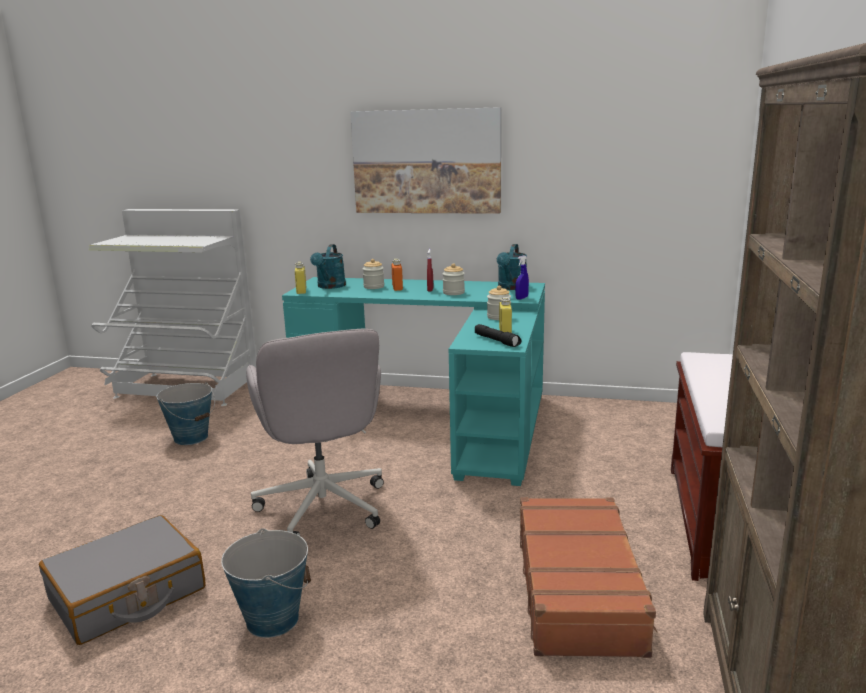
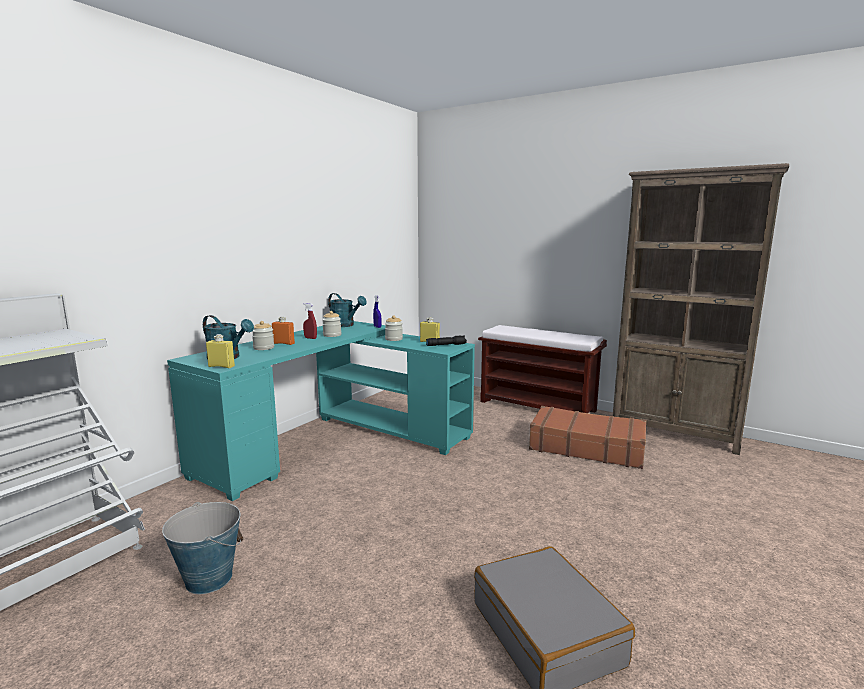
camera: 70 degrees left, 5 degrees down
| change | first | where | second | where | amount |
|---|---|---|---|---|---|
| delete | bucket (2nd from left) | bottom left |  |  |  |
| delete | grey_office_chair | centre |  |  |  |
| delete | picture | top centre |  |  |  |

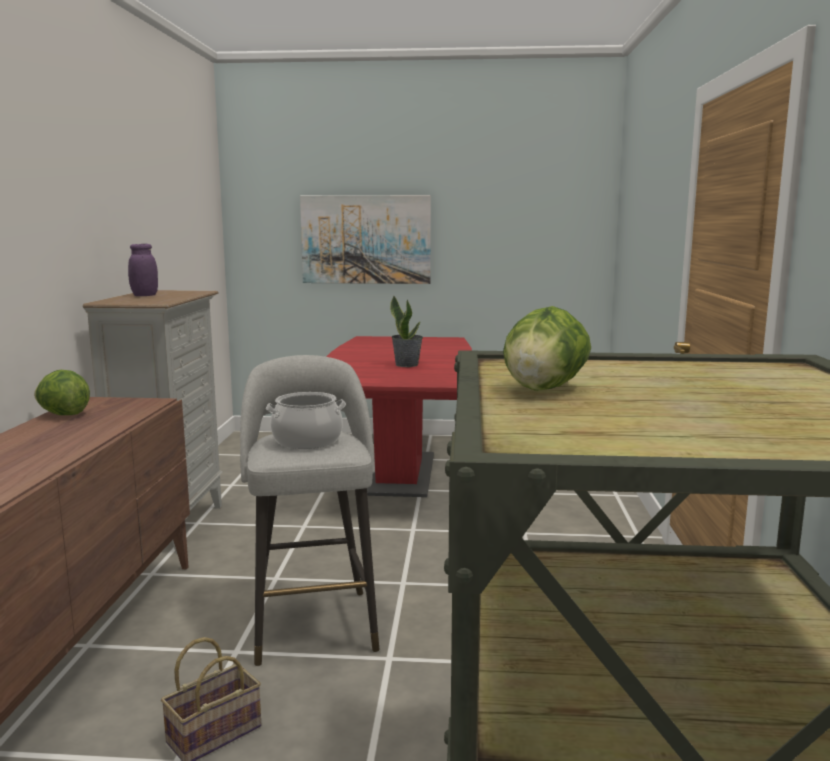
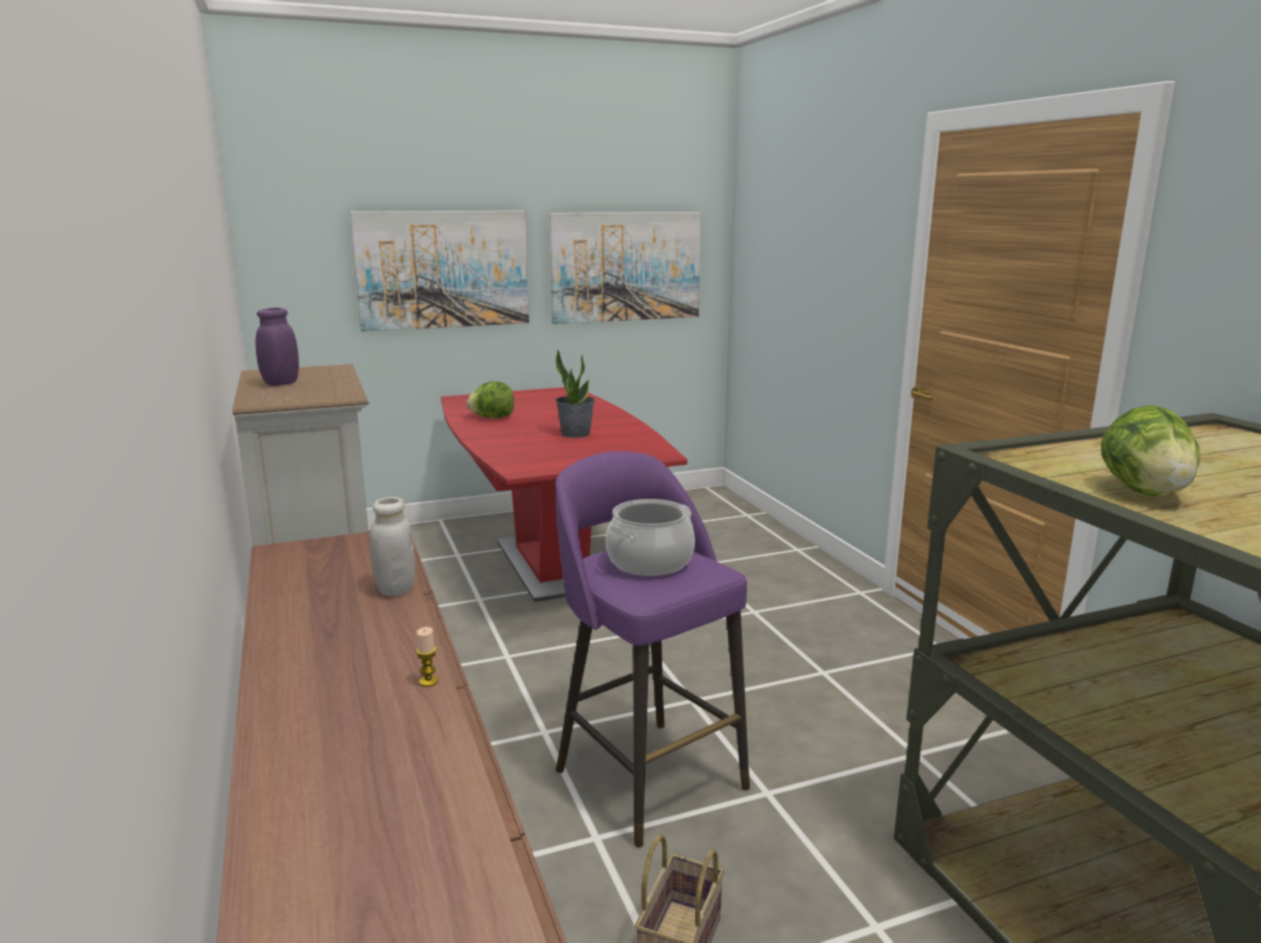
camera: 25 degrees left, 5 degrees up
| change | first | where | second | where | amount |
|---|---|---|---|---|---|
| move | lettuce (1st from left) | middle left |  | centre |  |
| recolor | grey_stool | bottom centre | purple_stool | bottom centre |  |
| insert |  |  | white_jar | middle left |  |
| insert |  |  | candle | bottom centre |  |
| insert |  |  | picture (2nd from left) | top centre |  |

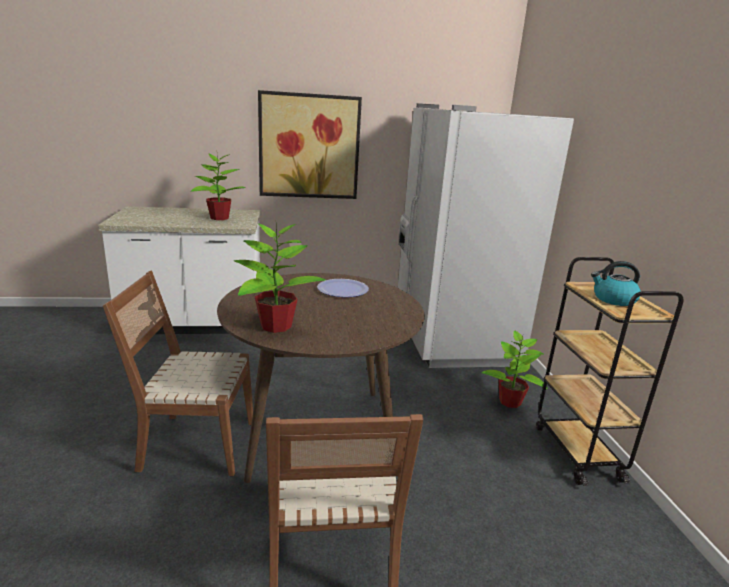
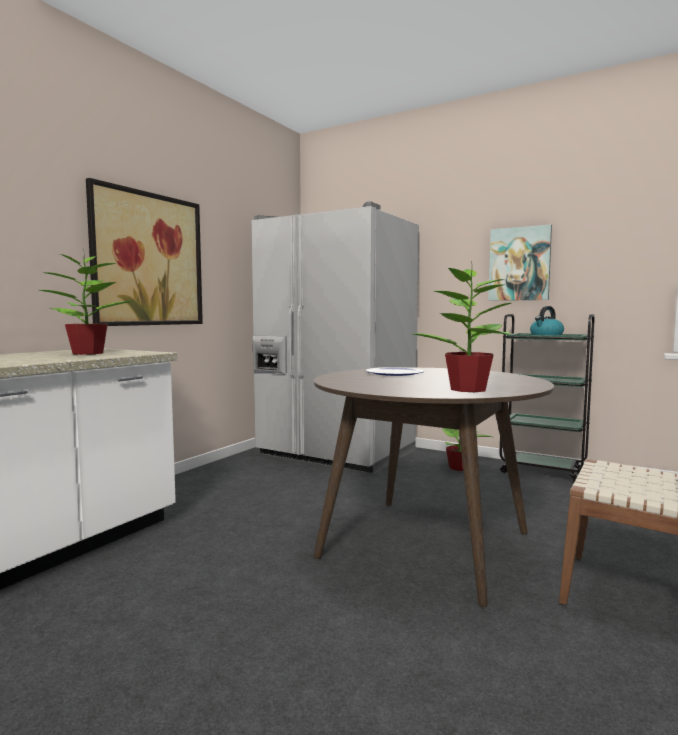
camera: 50 degrees left, 15 degrees down
| change | first | where | second | where | amount |
|---|---|---|---|---|---|
| delete | chair (1st from left) | middle left |  |  |  |
| recolor | brown_cart | middle right | green_cart | middle right |  |
| insert |  |  | picture (2nd from left) | middle right |  |

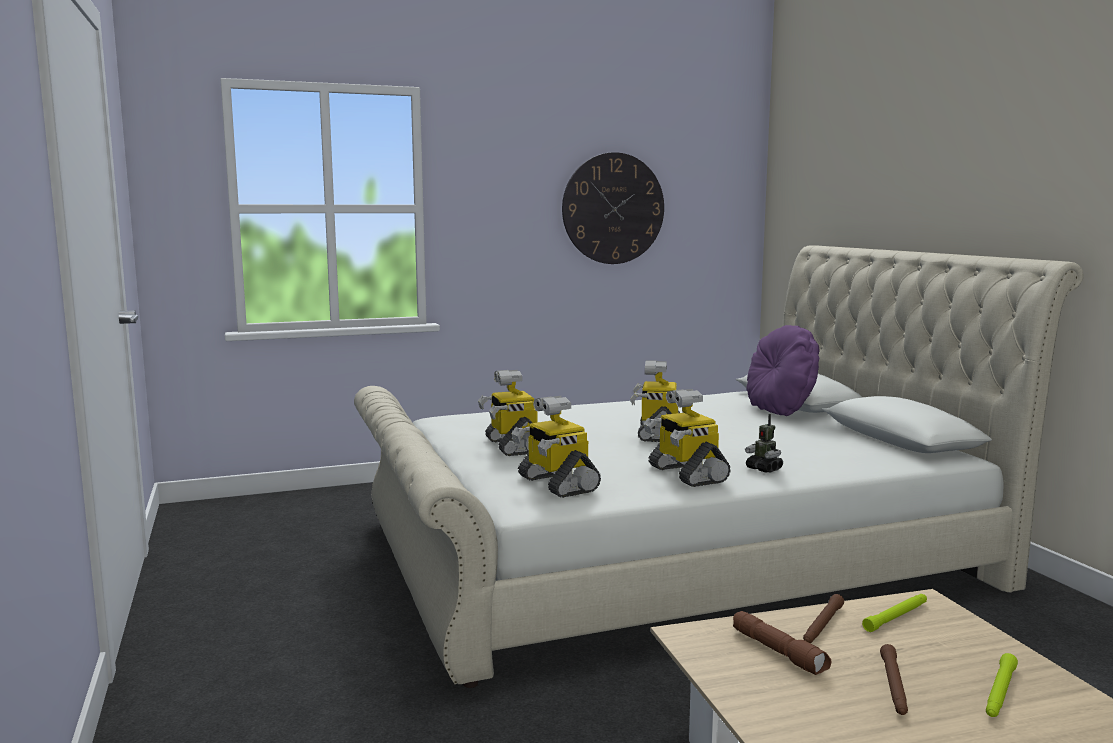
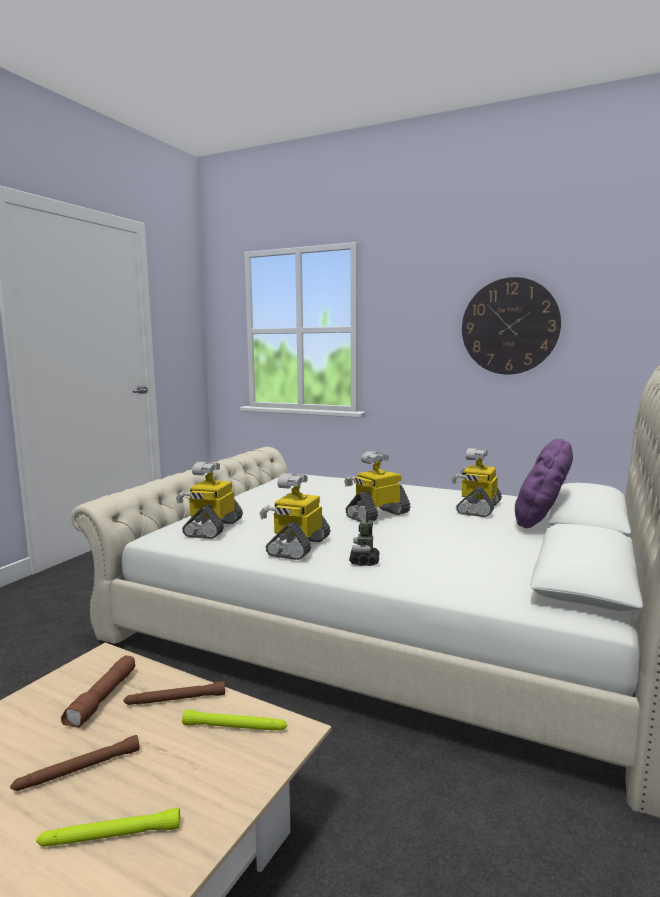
camera: 45 degrees right, 0 degrees up
| change | first | where | second | where | amount |
|---|---|---|---|---|---|
| move | toy_robot (1st from left in the first image) | centre | toy_robot (5th from left) | middle right |  |

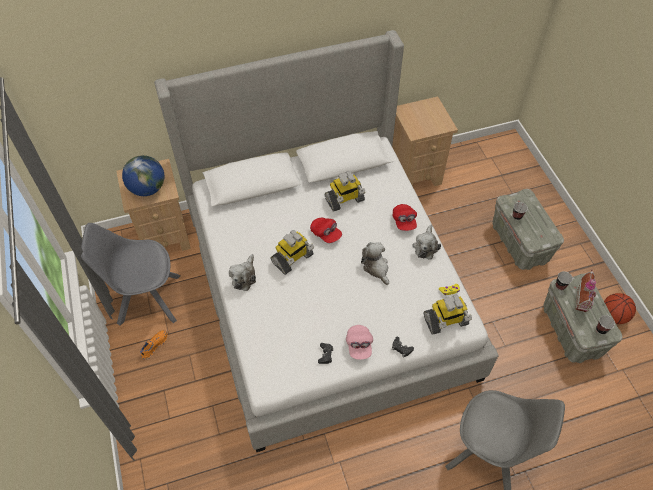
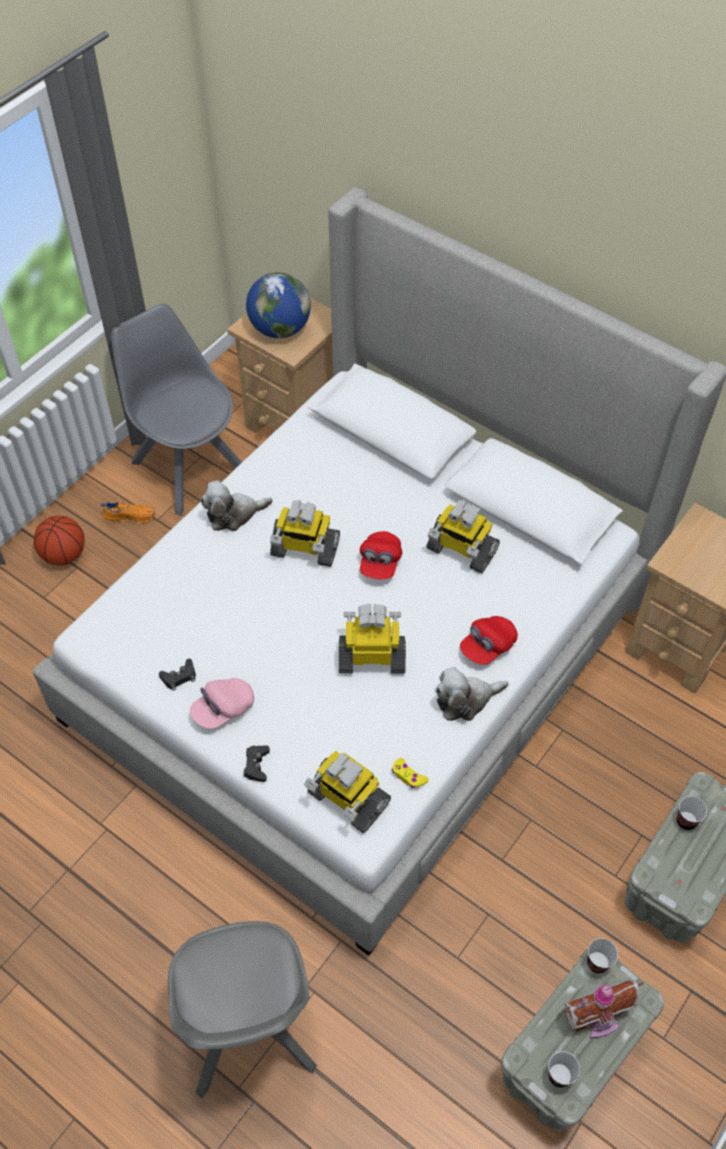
camera: 55 degrees right, 0 degrees up
| change | first | where | second | where | amount |
|---|---|---|---|---|---|
| replace | plush_toy (2nd from left) | centre | toy_robot (3rd from left) | centre |  |
| move | basketball | middle right |  | middle left |  |

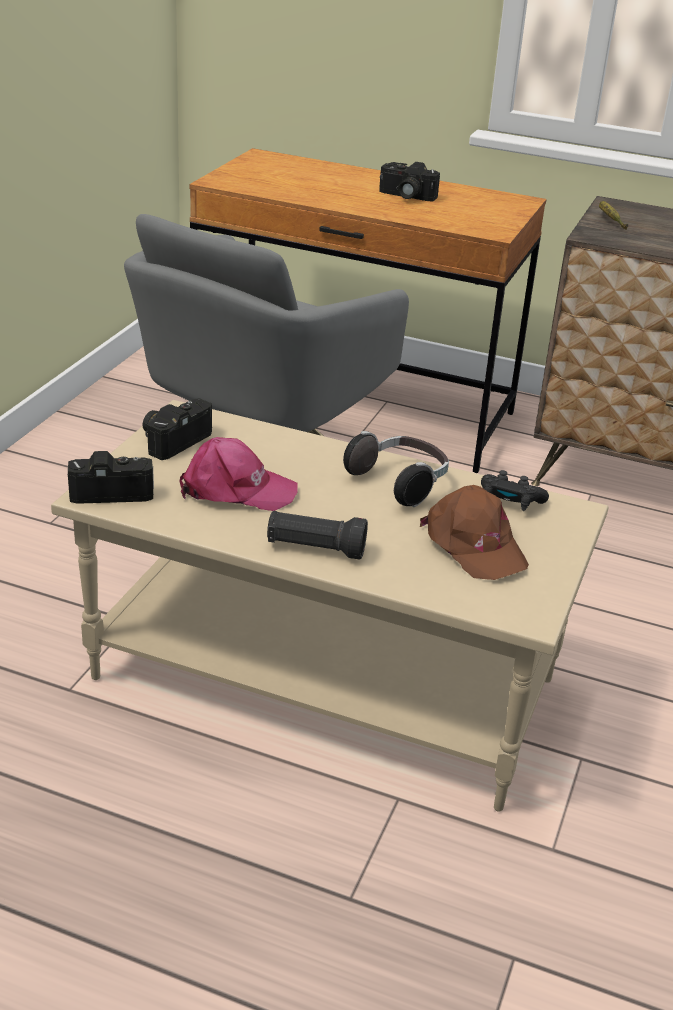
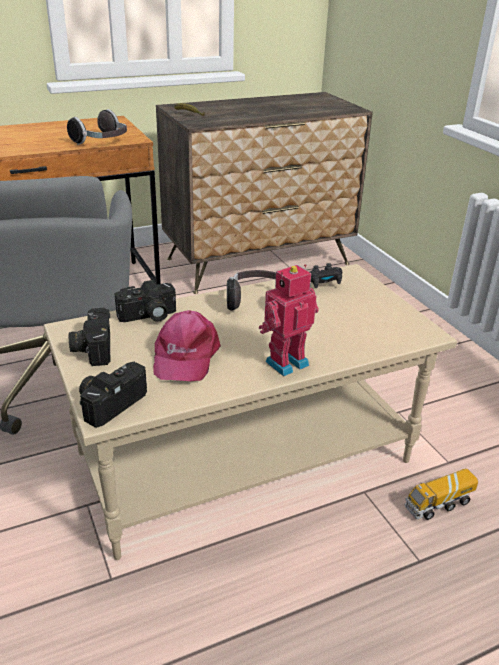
camera: 45 degrees left, 0 degrees up
| change | first | where | second | where | amount |
|---|---|---|---|---|---|
| rotate | pink_cap | centre |  | centre | 135 degrees clockwise |
| replace | black_flashlight | centre | toy_robot | centre |  |
| move | photo_camera (3rd from left) | top centre |  | middle left |  |
| delete | brown_cap | middle right |  |  |  |
| insert |  |  | headphones (1st from left) | top left |  |
| insert |  |  | toy_truck | bottom right |  |

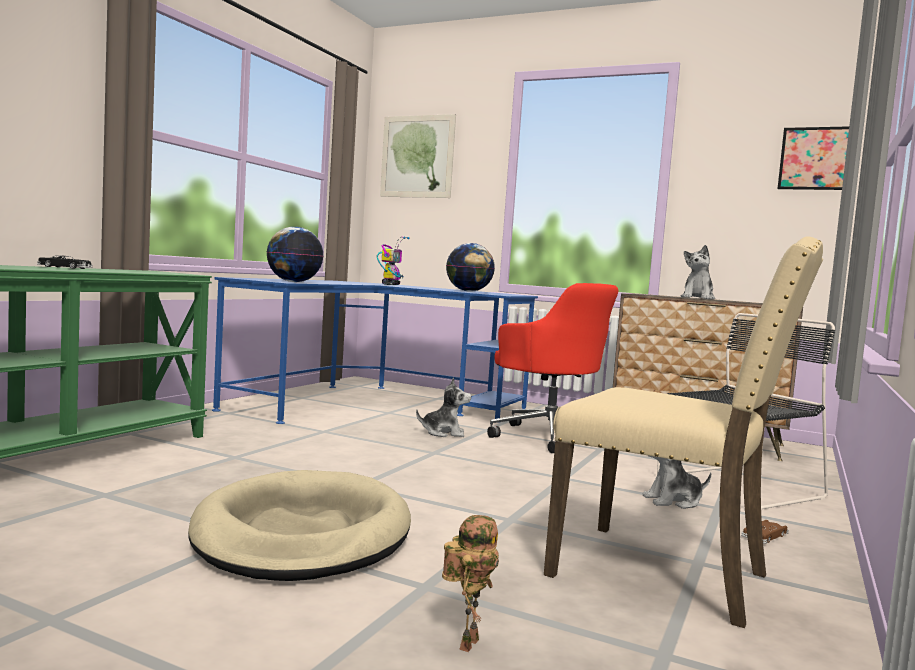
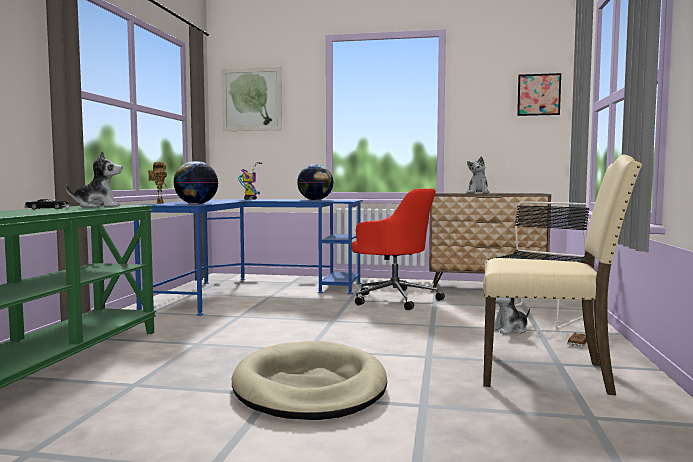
camera: 15 degrees left, 0 degrees up
| change | first | where | second | where | amount |
|---|---|---|---|---|---|
| move | plush_toy (1st from left) | centre |  | middle left |  |
| move | toy_robot (2nd from left in the first image) | bottom centre | toy_robot (1st from left) | middle left |  |

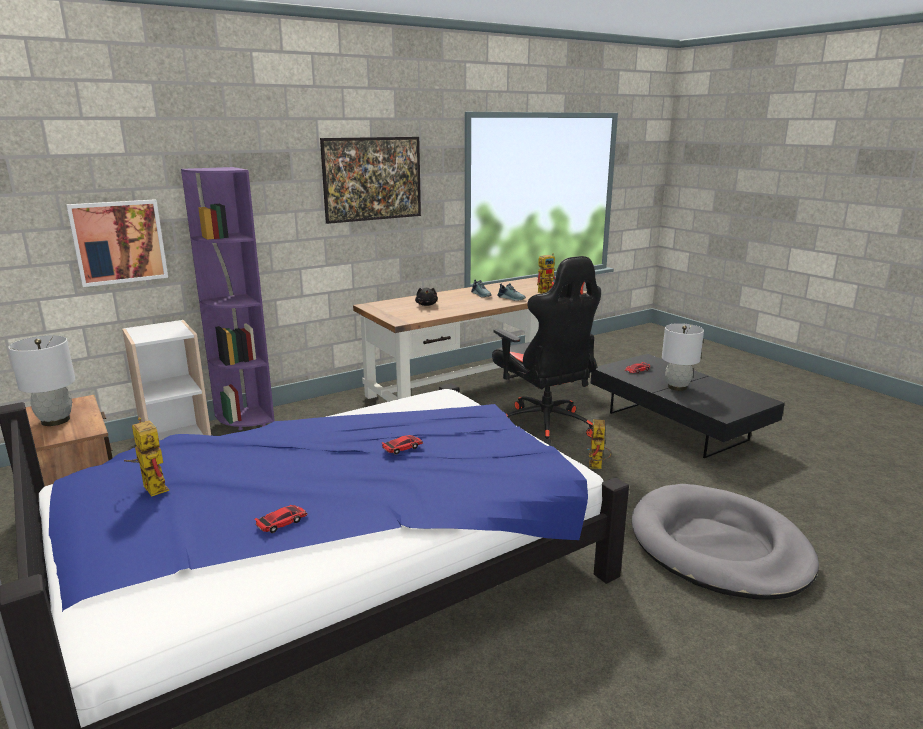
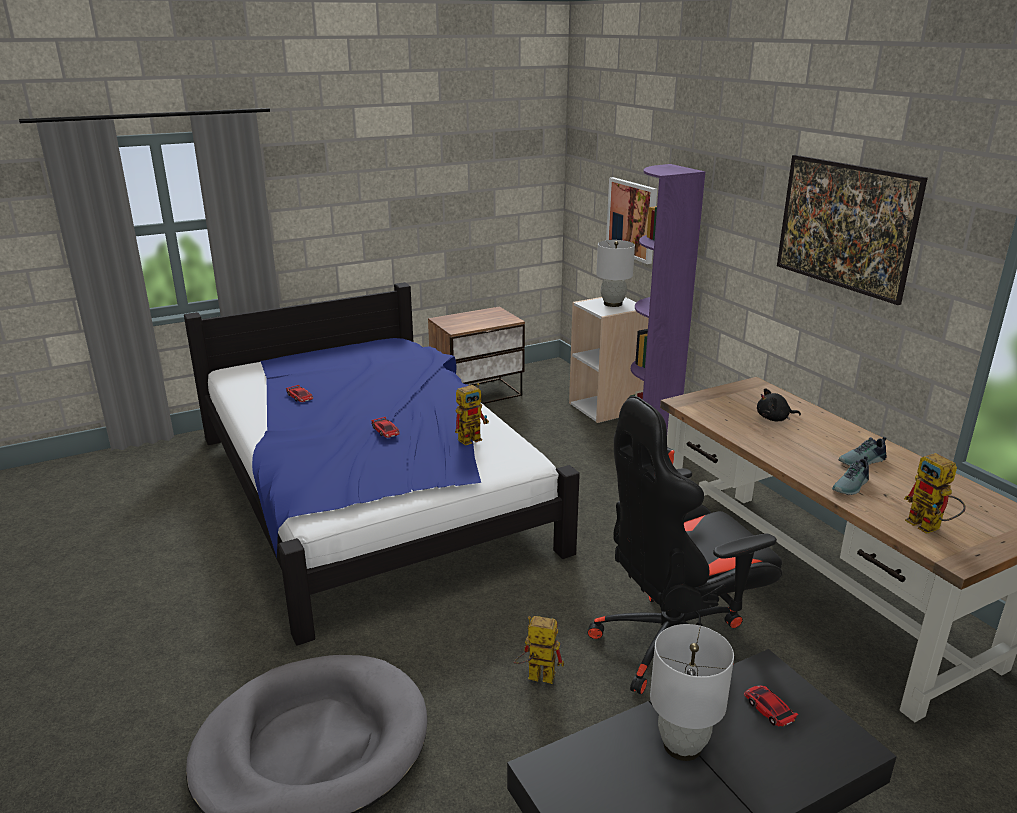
camera: 95 degrees right, 5 degrees up
| change | first | where | second | where | amount |
|---|---|---|---|---|---|
| move | white_table_lamp (1st from left) | middle left |  | centre |  |
| move | toy_robot (1st from left) | middle left |  | centre |  |

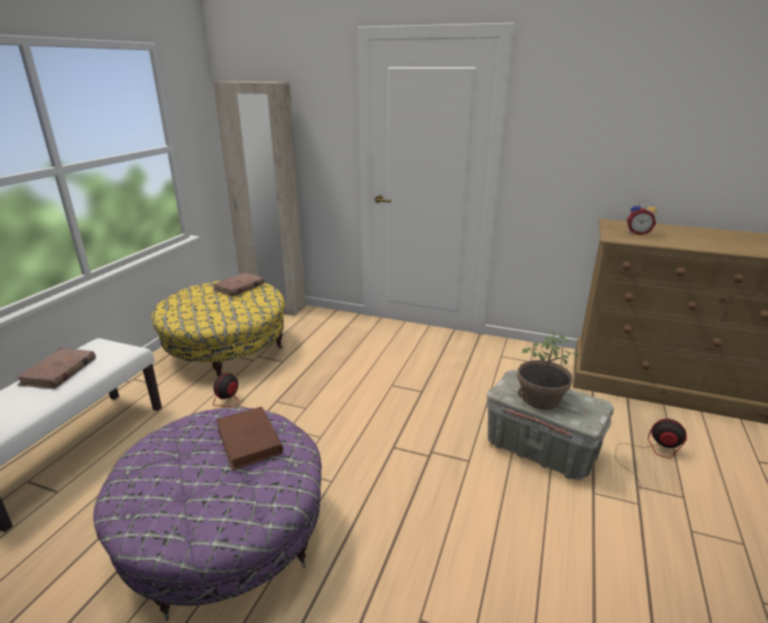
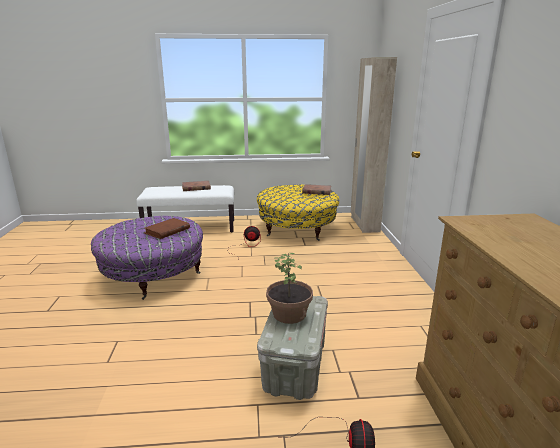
camera: 65 degrees right, 5 degrees down
| change | first | where | second | where | amount |
|---|---|---|---|---|---|
| delete | alarm_clock | middle right |  |  |  |

